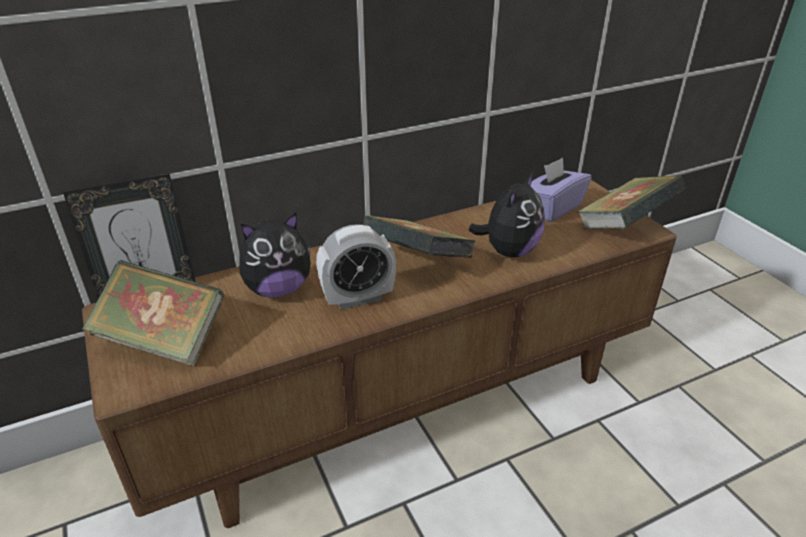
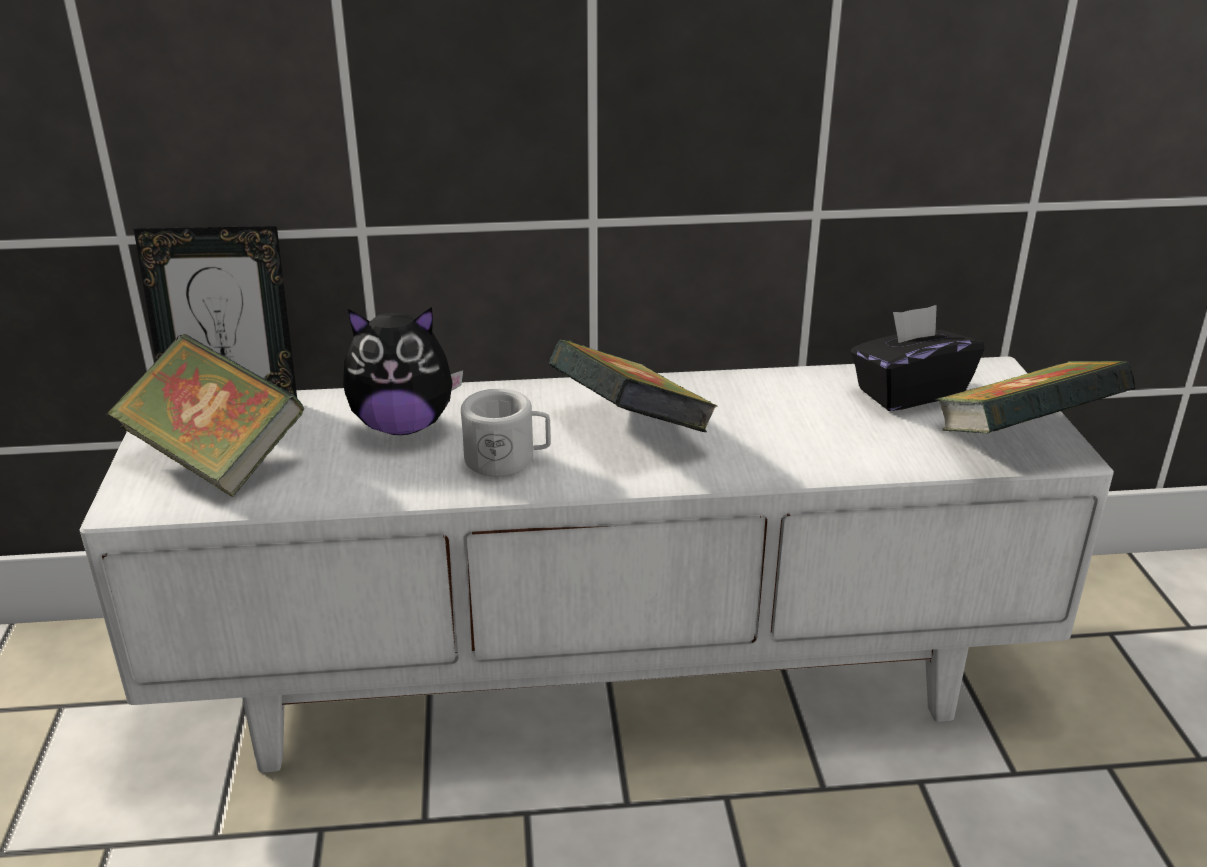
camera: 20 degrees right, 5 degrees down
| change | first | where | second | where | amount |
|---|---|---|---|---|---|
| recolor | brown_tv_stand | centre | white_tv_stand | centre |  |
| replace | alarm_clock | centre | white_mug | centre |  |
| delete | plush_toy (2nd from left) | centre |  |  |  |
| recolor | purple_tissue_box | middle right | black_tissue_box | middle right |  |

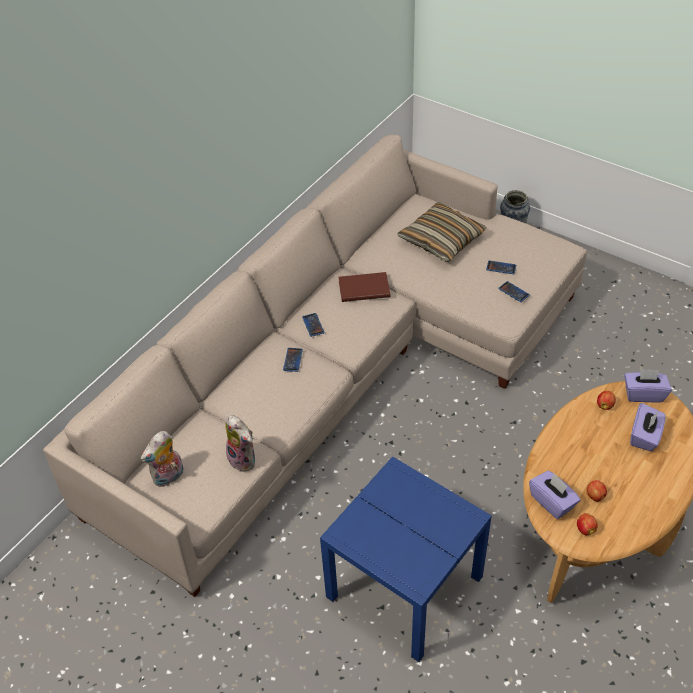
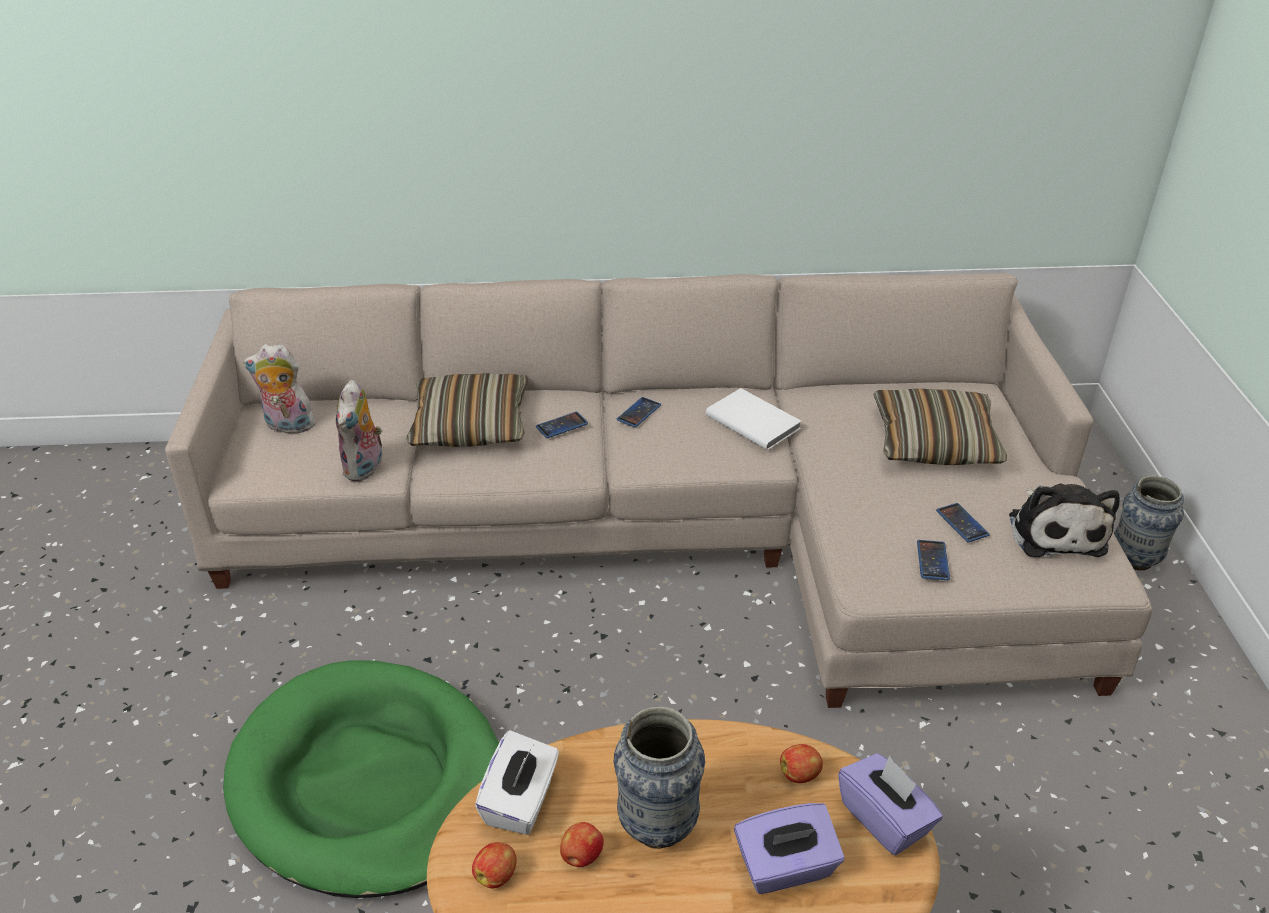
camera: 50 degrees right, 10 degrees down
| change | first | where | second | where | amount |
|---|---|---|---|---|---|
| replace | blue_side_table | bottom centre | green_dog_bed | bottom left |  |
| recolor | brown_book | centre | white_book | centre |  |
| recolor | purple_tissue_box (1st from left) | bottom right | white_tissue_box | bottom centre |  |
| insert |  |  | pillow (1st from left) | centre |  |
| insert |  |  | vase (1st from left) | bottom centre |  |
| insert |  |  | plush_toy (3rd from left) | middle right |  |

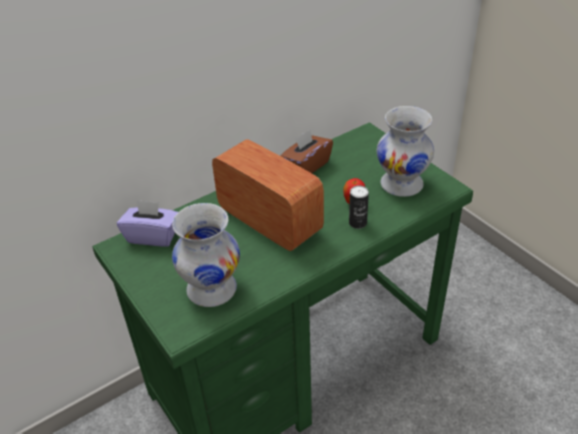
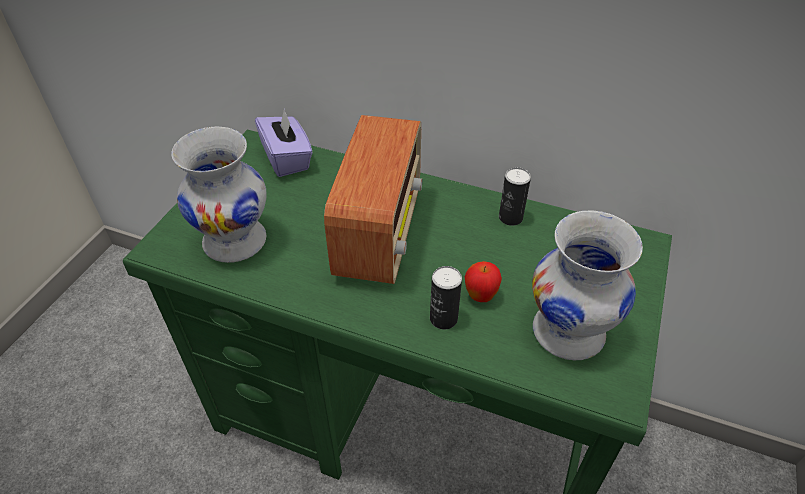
camera: 55 degrees right, 5 degrees up
| change | first | where | second | where | amount |
|---|---|---|---|---|---|
| replace | brown_tissue_box | centre | can (2nd from left) | centre |  |

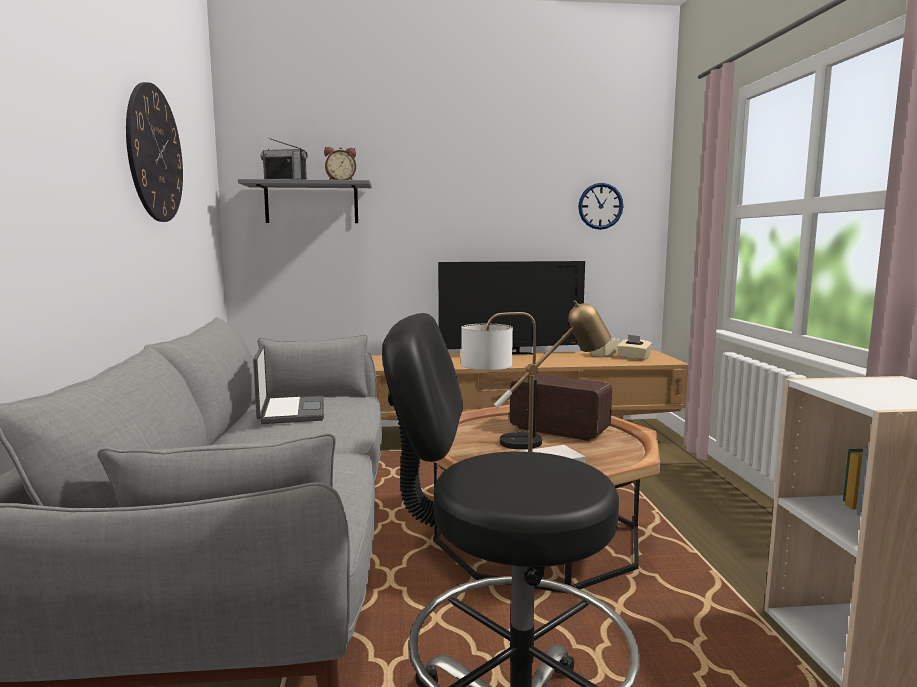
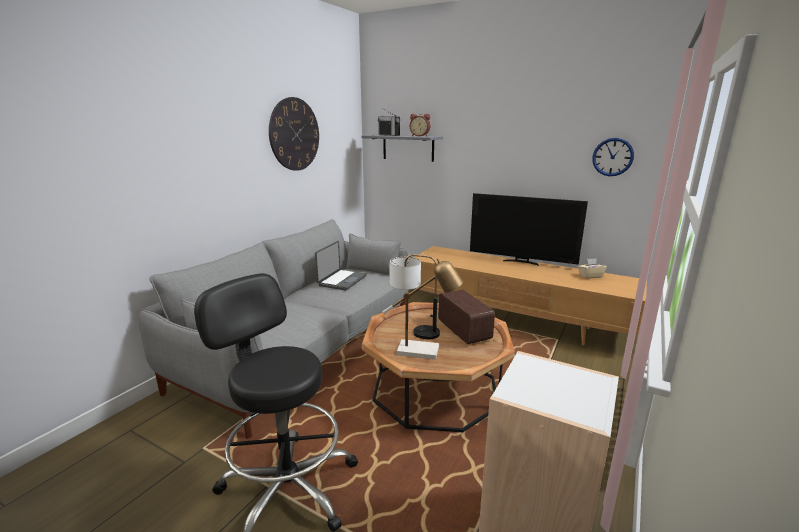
camera: 35 degrees right, 10 degrees up
| change | first | where | second | where | amount |
|---|---|---|---|---|---|
| delete | beige_tissue_box (2nd from left) | middle right |  |  |  |

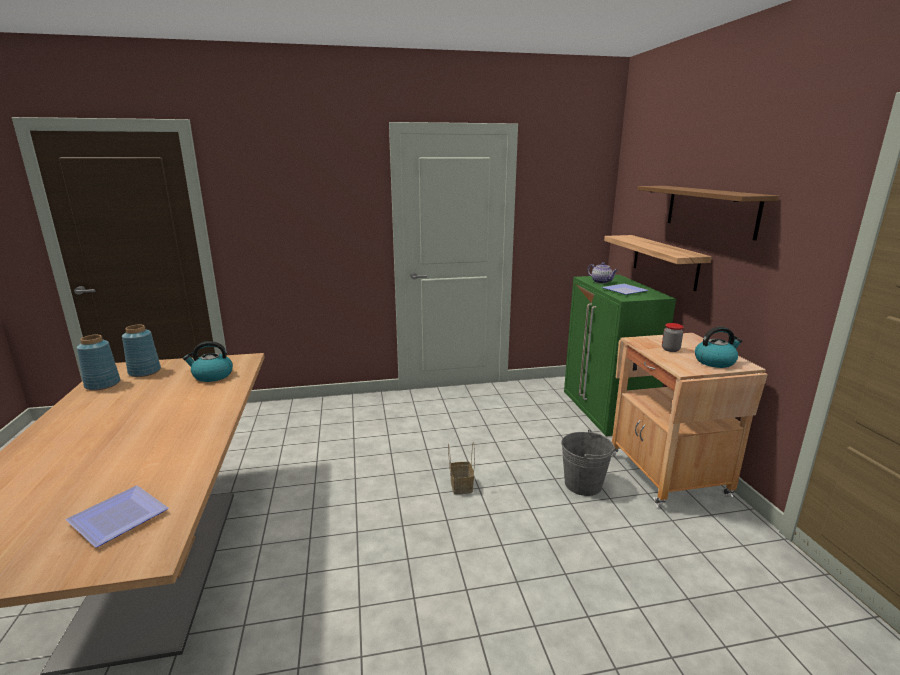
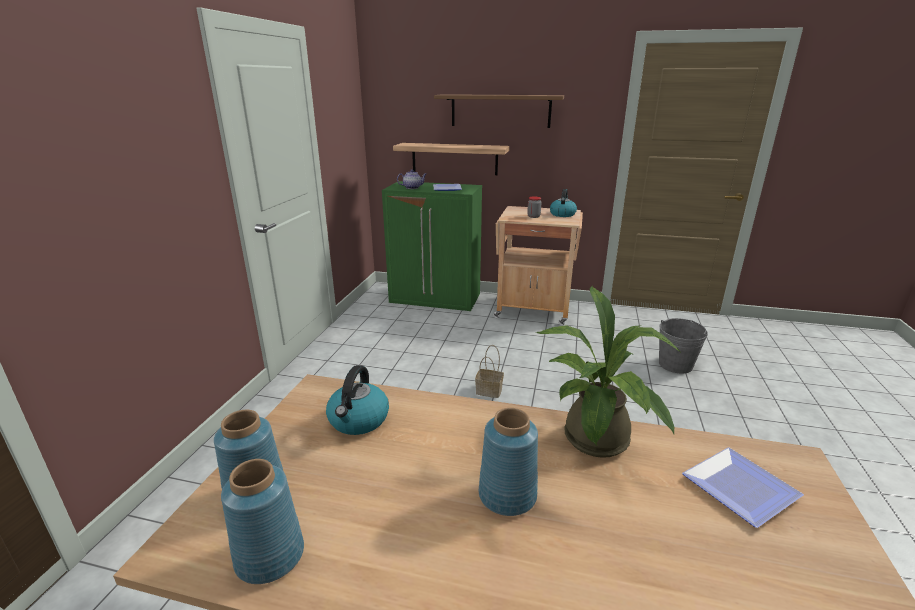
camera: 65 degrees left, 5 degrees up
| change | first | where | second | where | amount |
|---|---|---|---|---|---|
| move | grey_bucket | bottom centre |  | middle right |  |
| insert |  |  | blue_vase (3rd from left) | bottom centre |  |
| insert |  |  | potted_plant | centre |  |

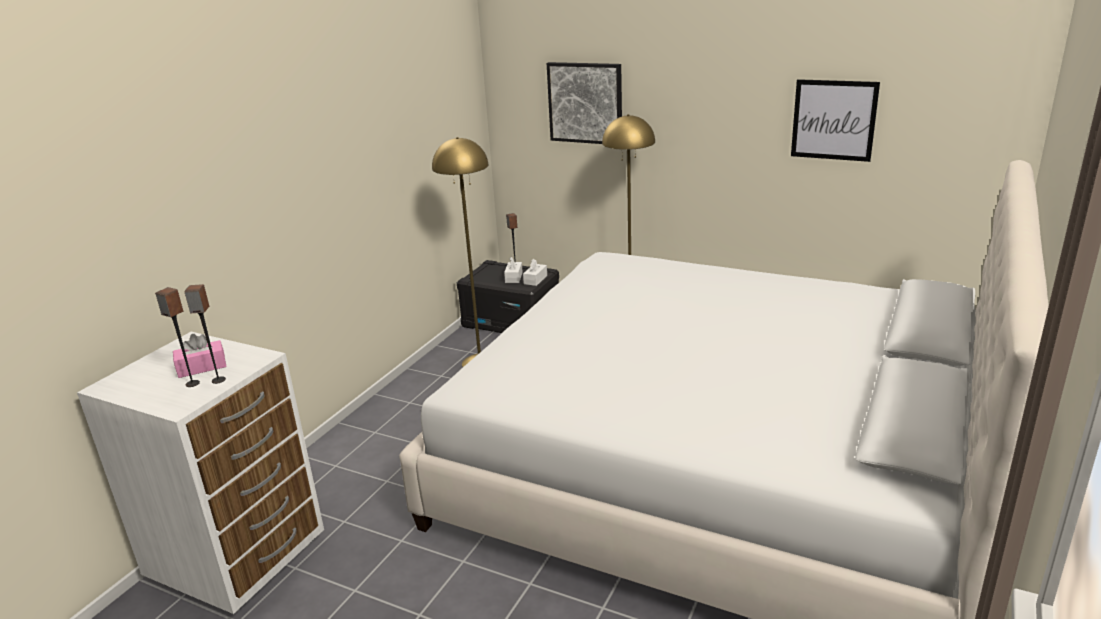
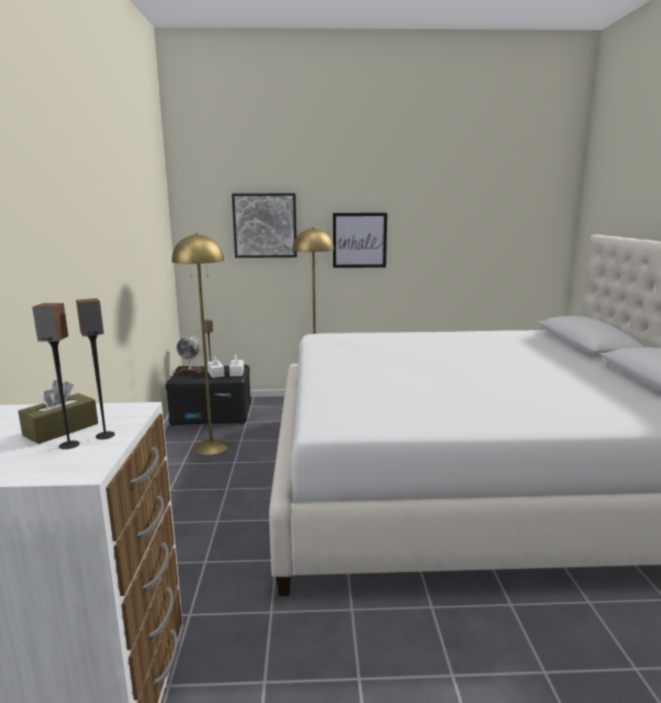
camera: 30 degrees left, 10 degrees down
| change | first | where | second | where | amount |
|---|---|---|---|---|---|
| recolor | pink_tissue_box | middle left | brown_tissue_box | middle left |  |
| move | picture (2nd from left) | top right |  | centre |  |
| insert |  |  | globe | middle left |  |

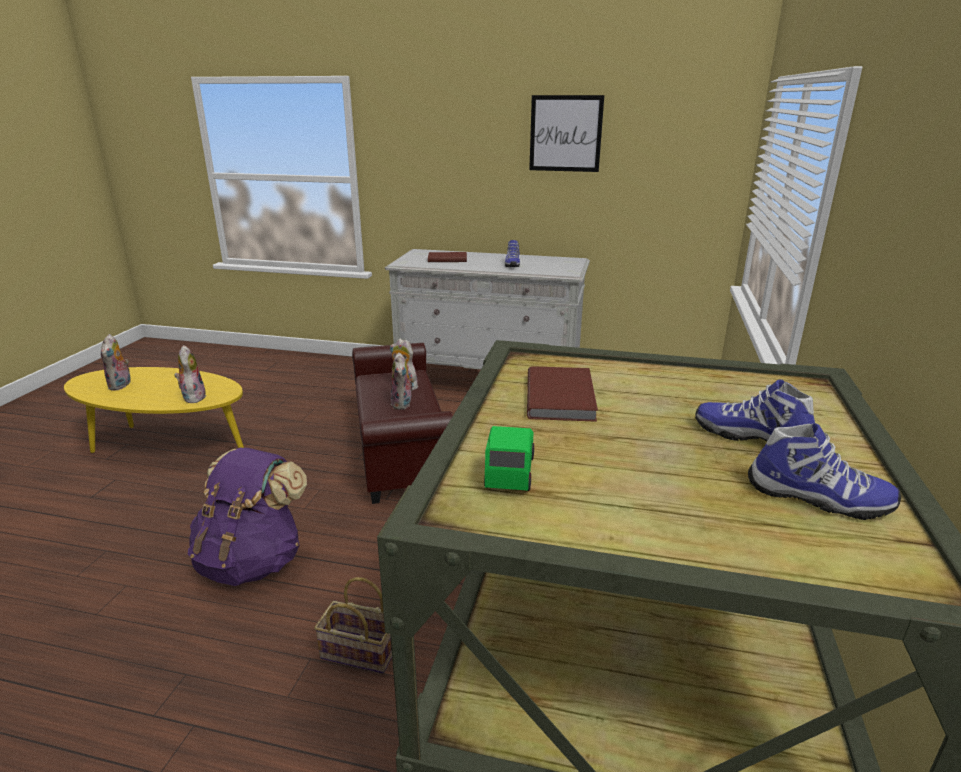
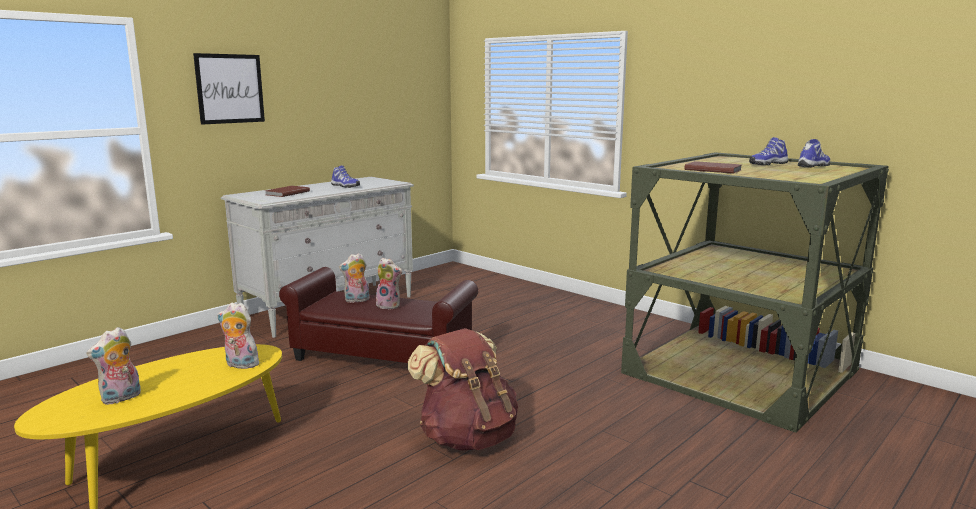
camera: 60 degrees left, 10 degrees down
| change | first | where | second | where | amount |
|---|---|---|---|---|---|
| rotate | plush_toy (1st from left) | middle left |  | bottom left | 105 degrees clockwise |
| recolor | purple_backpack | bottom left | brown_backpack | bottom centre |  |
| delete | basket | bottom centre |  |  |  |
| delete | green_toy_car | centre |  |  |  |
| move | picture | top centre |  | top left |  |

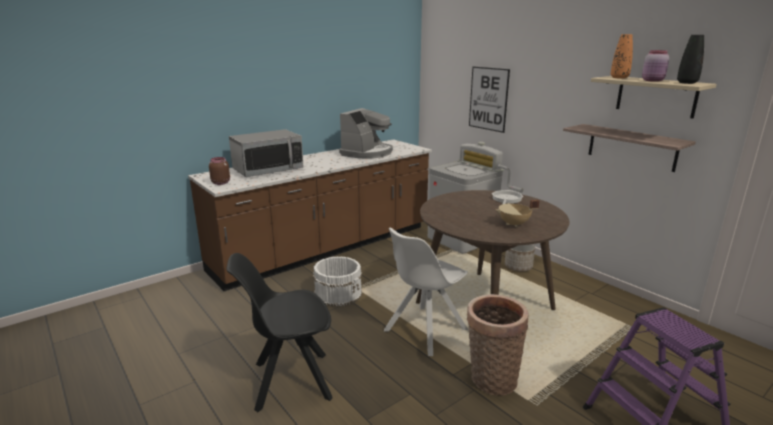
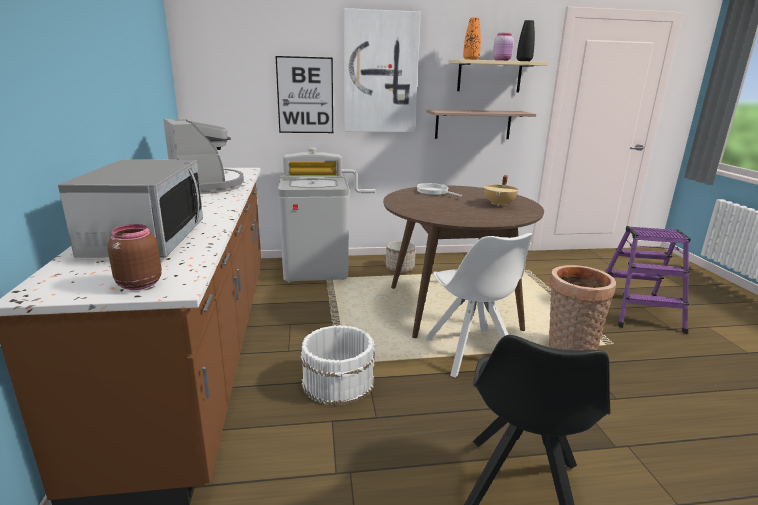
camera: 60 degrees left, 0 degrees up
| change | first | where | second | where | amount |
|---|---|---|---|---|---|
| insert |  |  | picture (2nd from left) | top centre |  |

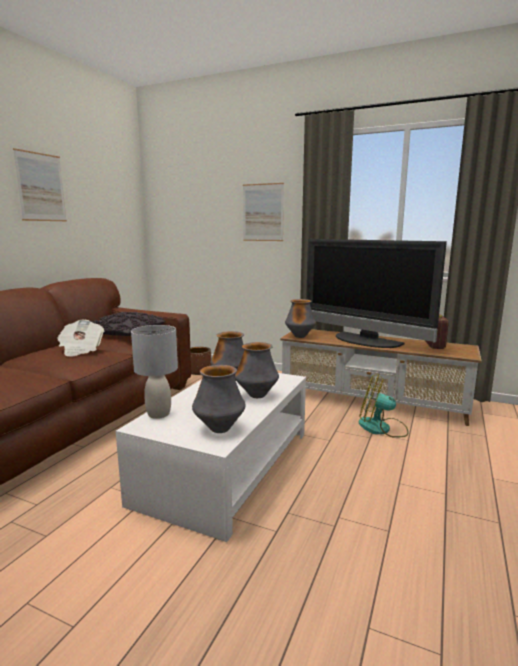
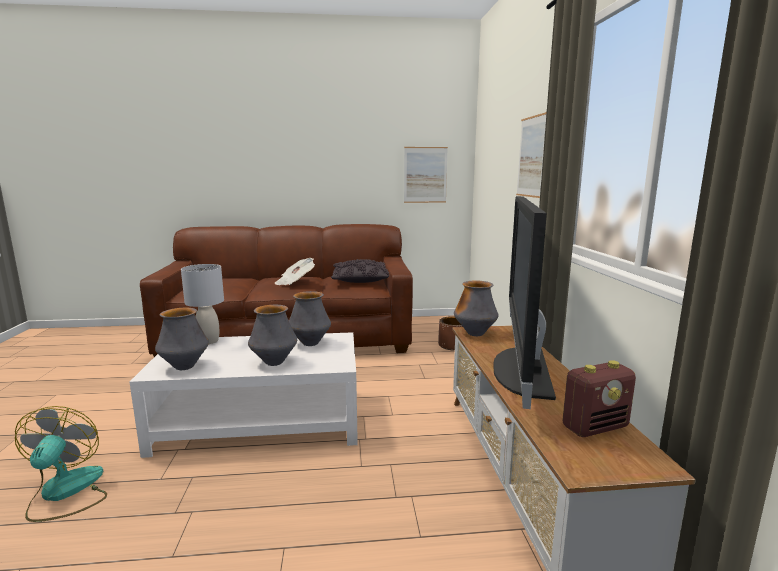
camera: 60 degrees right, 0 degrees up
| change | first | where | second | where | amount |
|---|---|---|---|---|---|
| move | picture (1st from left) | top left |  | top centre |  |
| move | fan | middle right |  | bottom left |  |

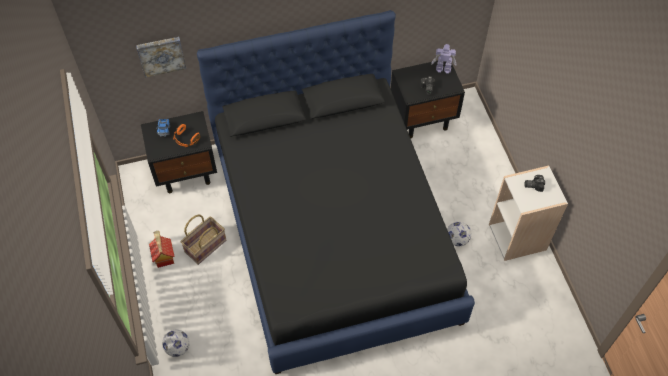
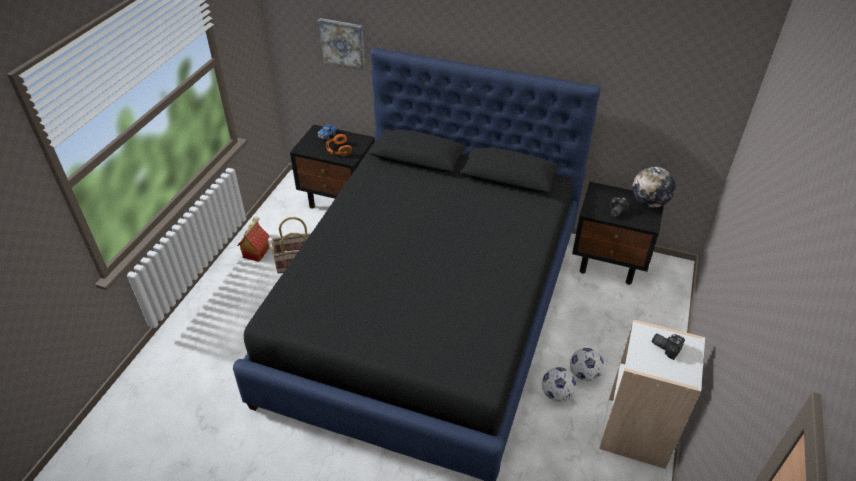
camera: 35 degrees right, 15 degrees down
| change | first | where | second | where | amount |
|---|---|---|---|---|---|
| move | football (1st from left in the first image) | bottom left | football (2nd from left) | bottom right |  |
| replace | toy_robot | top centre | globe | middle right |  |

